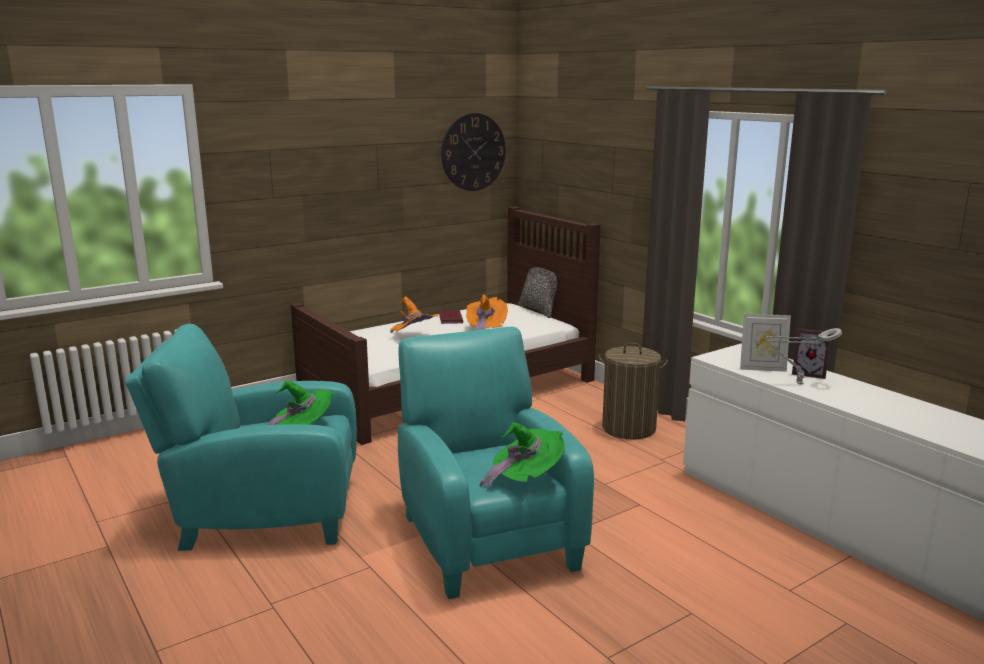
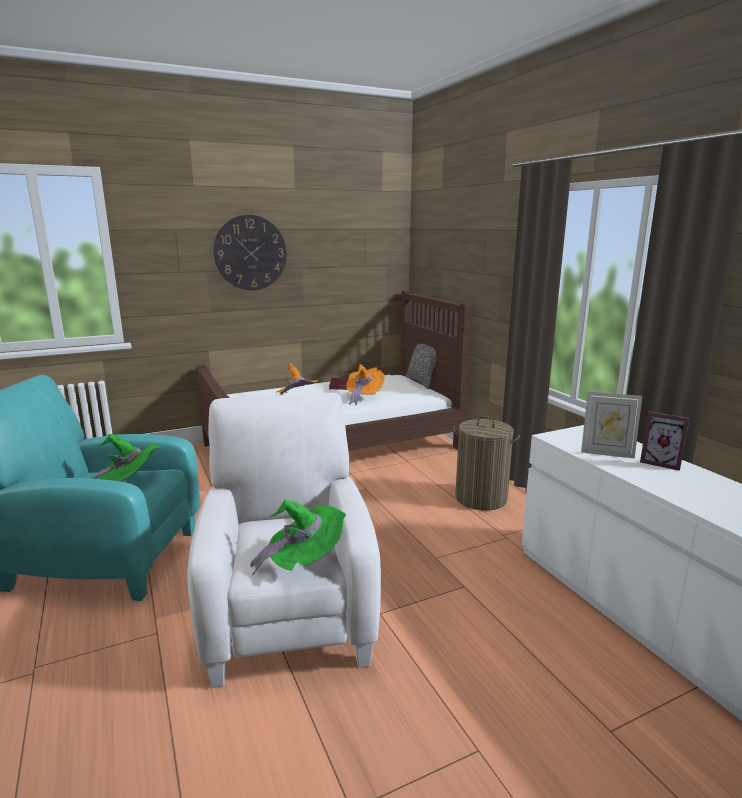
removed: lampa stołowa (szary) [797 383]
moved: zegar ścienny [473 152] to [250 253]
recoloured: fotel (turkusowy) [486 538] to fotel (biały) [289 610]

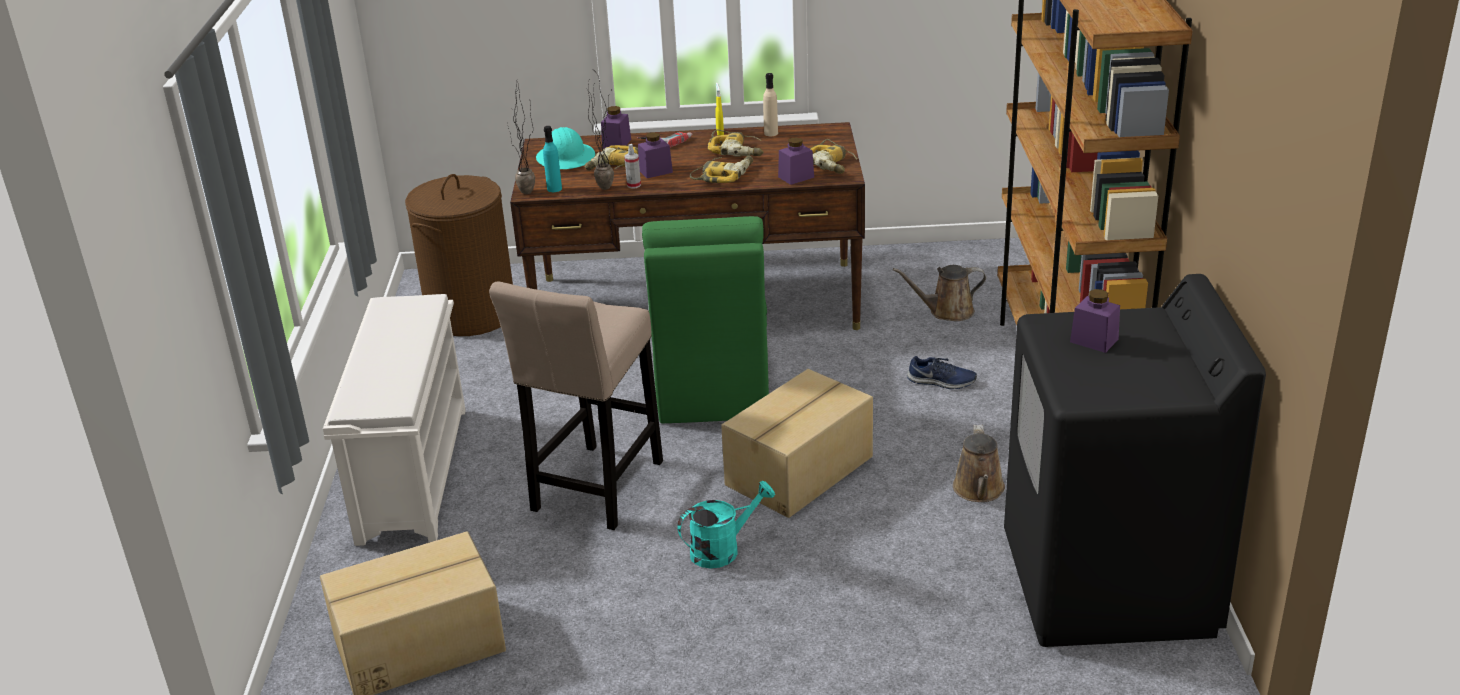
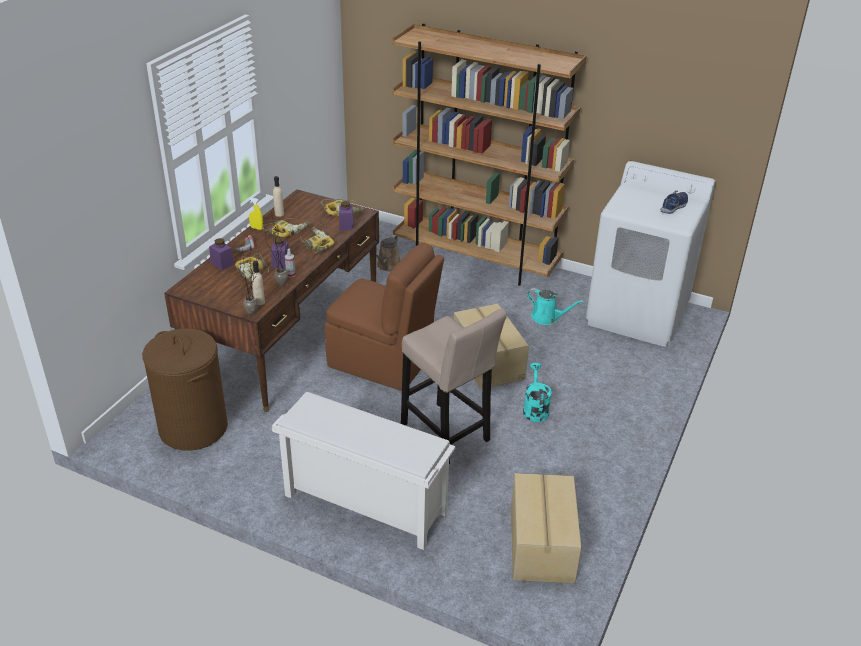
removed: kask (turkusowy) [566 158]; słoik (fioletowy) [1094 340]
moved: but (niebieski) [941 382] to [674 206]
recoloured: butelka (turkusowy) [554 189] to butelka (beżowy) [259 302]; krzesło (zielony) [711 387] to krzesło (brązowy) [383 362]; konewka (brązowy) [979 490] to konewka (turkusowy) [547 318]; pralka (czarny) [1109 585] to pralka (biały) [638 314]

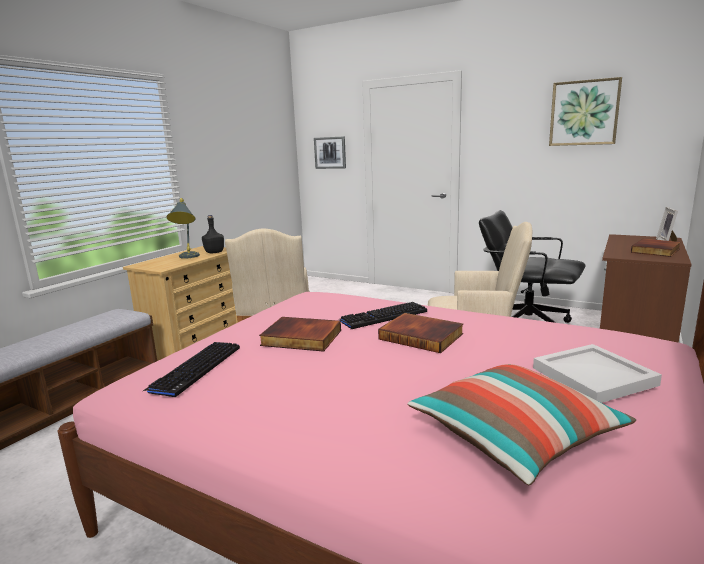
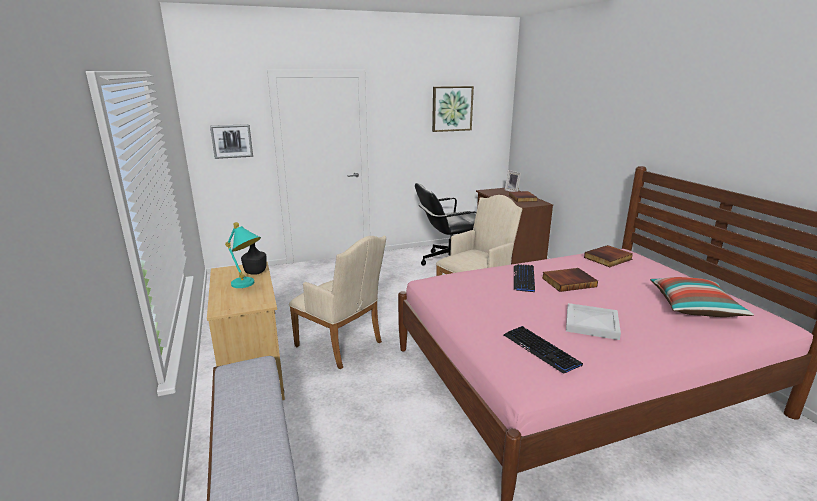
moved: książka [300 338] to [608 259]; taca (biały) [591 376] to [591 323]
recoloured: lampa stołowa (szary) [187 258] to lampa stołowa (turkusowy) [248 285]

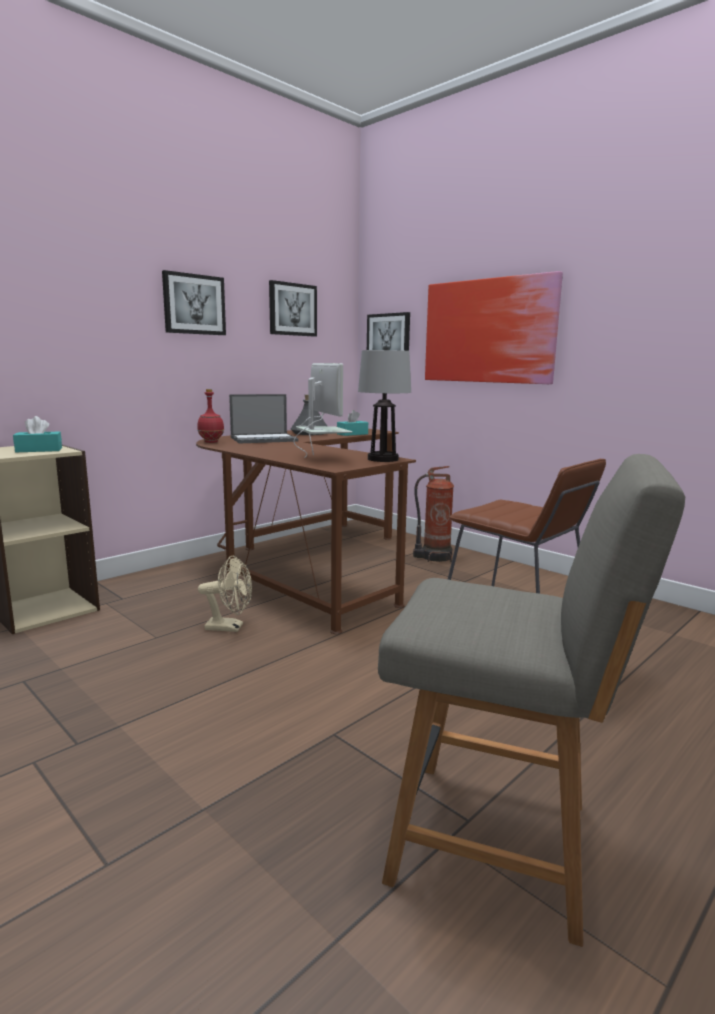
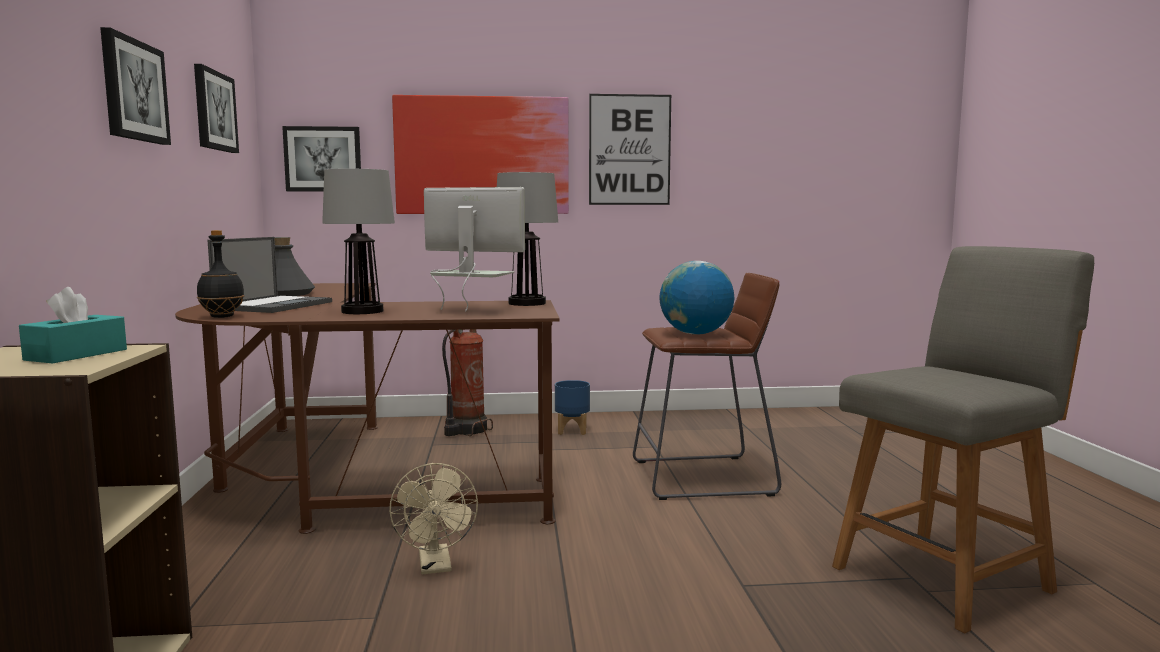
removed: pudełko chusteczek (turkusowy) [352 434]
added: lampa stołowa [363 311]; donica (niebieski) [571 431]; obraz [629 150]; globus [695 334]
recoloured: butelka (czerwony) [211 442] to butelka (czarny) [221 316]
turned: wentylator (beżowy) [230 627] = [436 566] 120 degrees clockwise

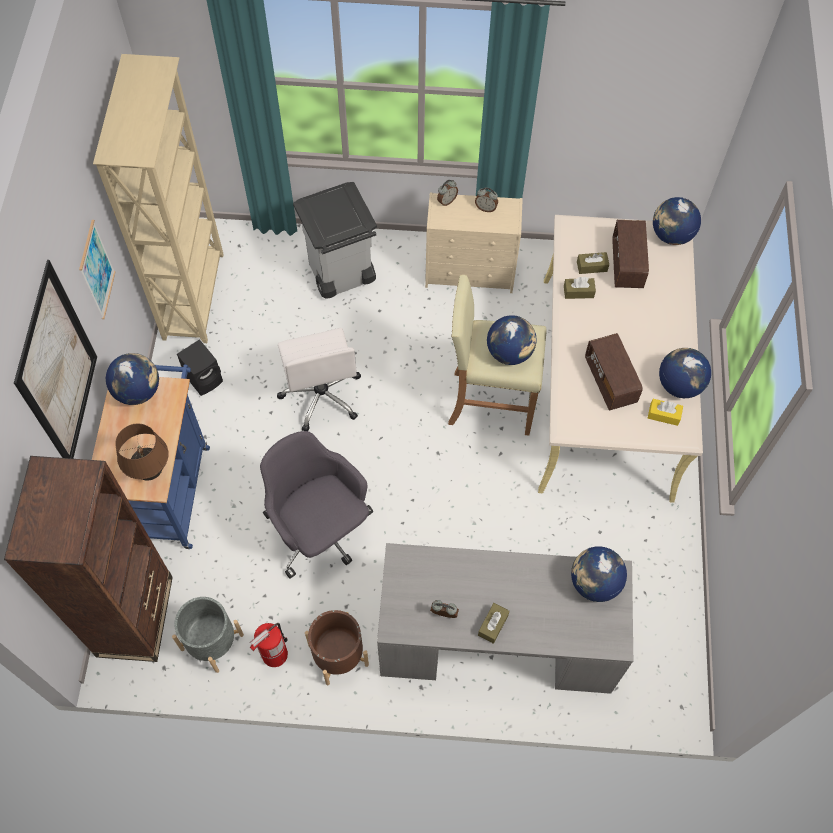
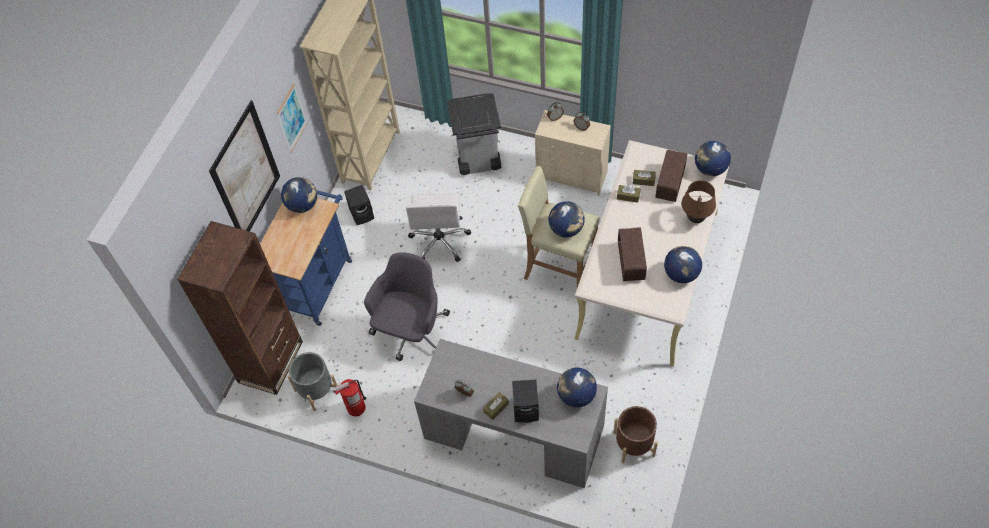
removed: pudełko chusteczek (żółty) [663 415]
added: głośnik (czarny) [527 409]
moved: lampa stołowa (brązowy) [150 472] to [695 219]; donica (brązowy) [338 655] to [634 444]
turned: krzesło biurowe (szary) [319 530] = [411 332] 45 degrees clockwise

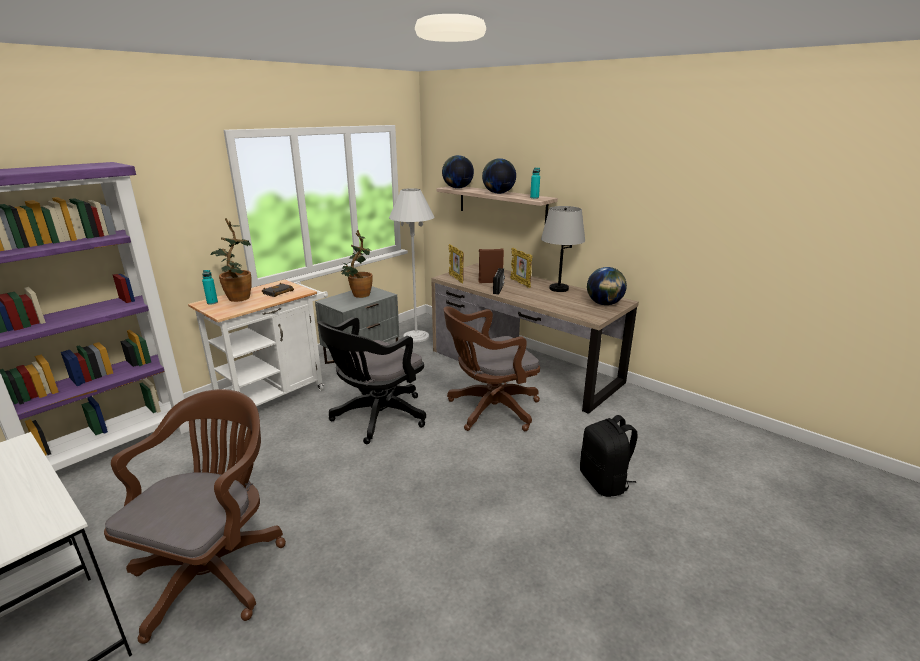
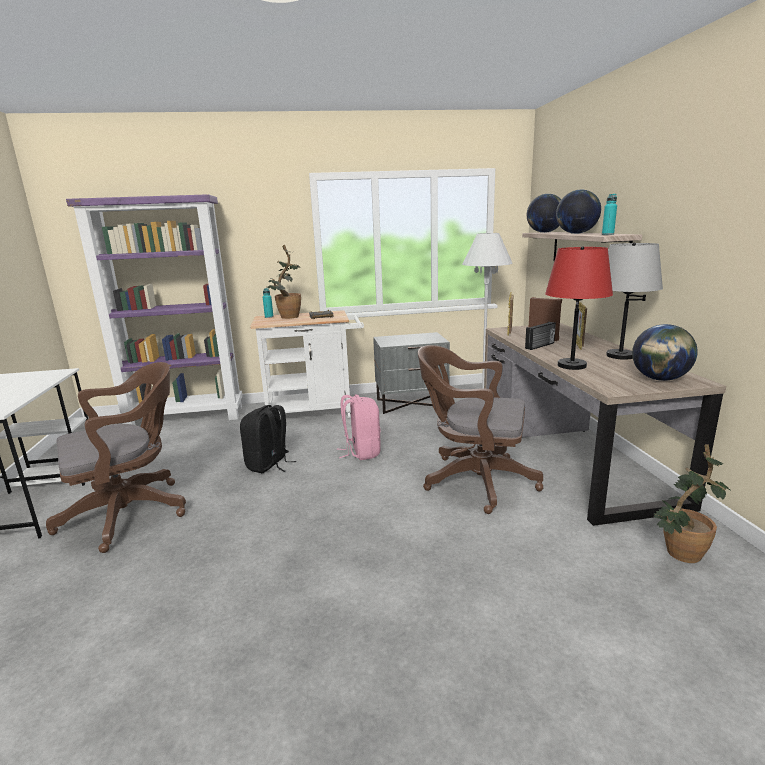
added: lampa stołowa (czerwony) [571 365]
moved: roślina doniczkowa [358 296] to [677 555]; plecak (czarny) [604 482] to [269 465]
replaced: krzesło biurowe (czarny) [376 418] to plecak (różowy) [361 452]

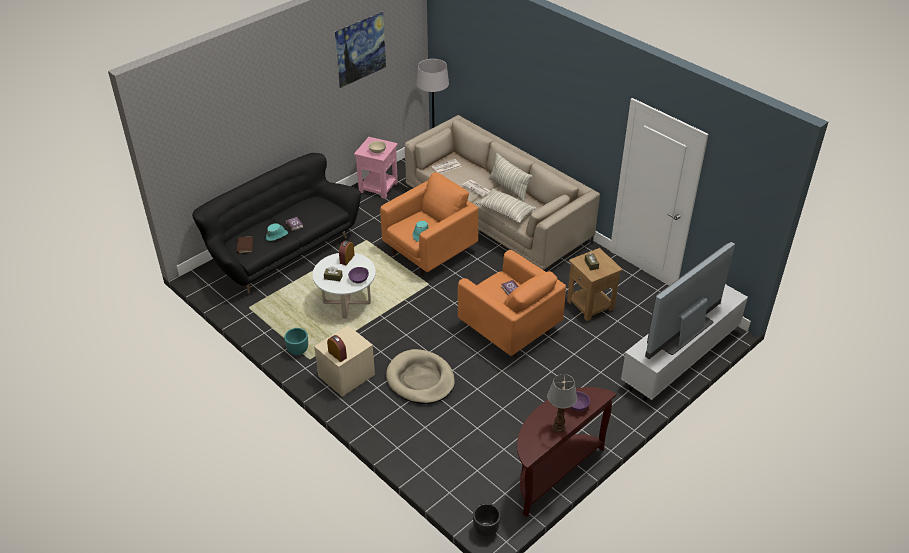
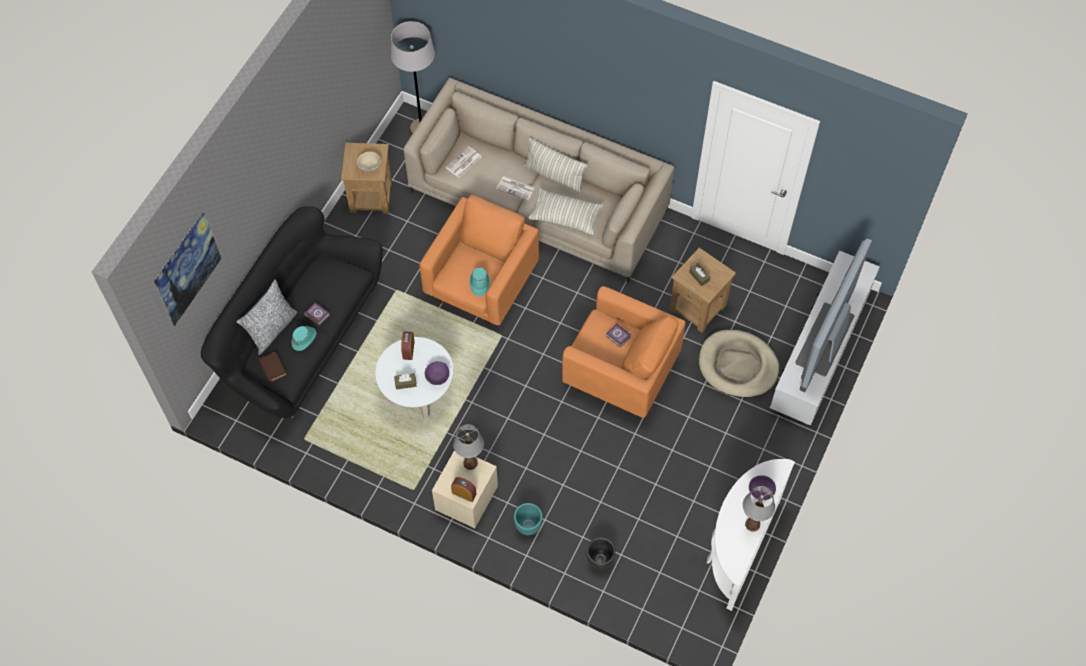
added: poduszka [272 329]; lampa stołowa [471 463]
moved: donica (turkusowy) [297 350] to [528 526]; obraz [362 64] to [193 281]; legowisko (beżowy) [420 379] to [738 366]; donica (czarny) [486 529] to [600 559]
recoloured: stolik (różowy) [378 187] to stolik (brązowy) [371 197]; stolik konsolowy (brązowy) [553 472] to stolik konsolowy (biały) [738 547]

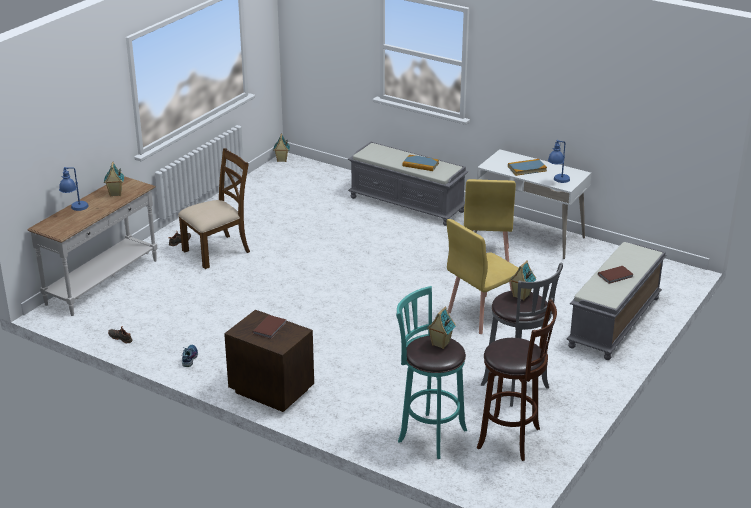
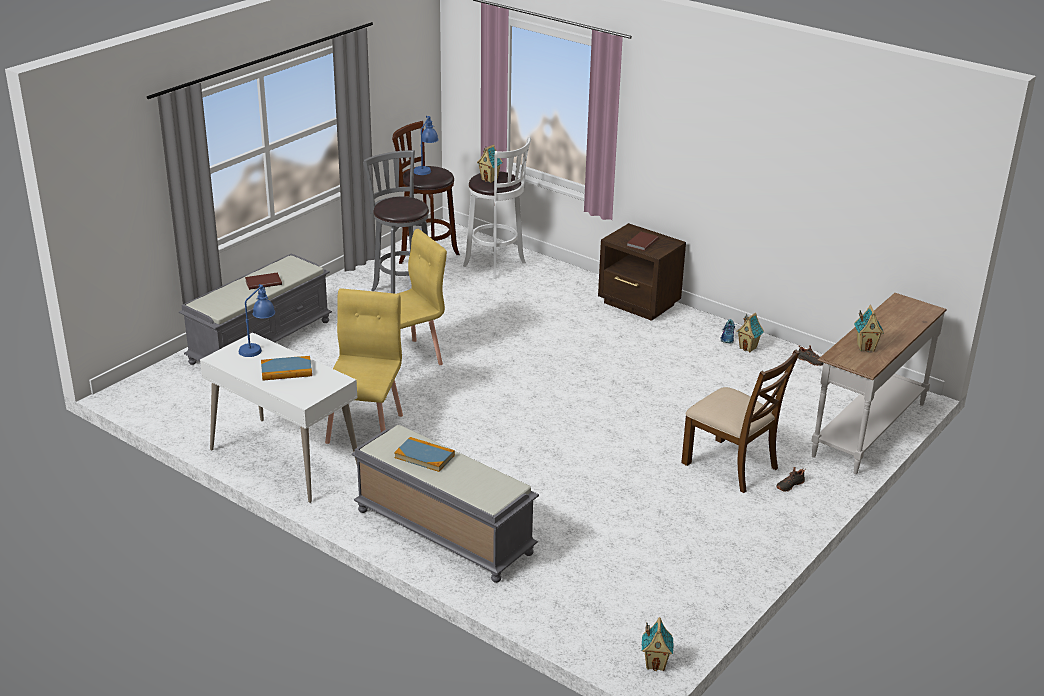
moved: lampa stołowa (niebieski) [75 210] to [425 168]; domek [520 296] to [748 348]
recoloured: stołek (turkusowy) [429 434] to stołek (biały) [497 265]
turned: krzesło (brązowy) [217 251] = [731 465] 105 degrees counterclockwise

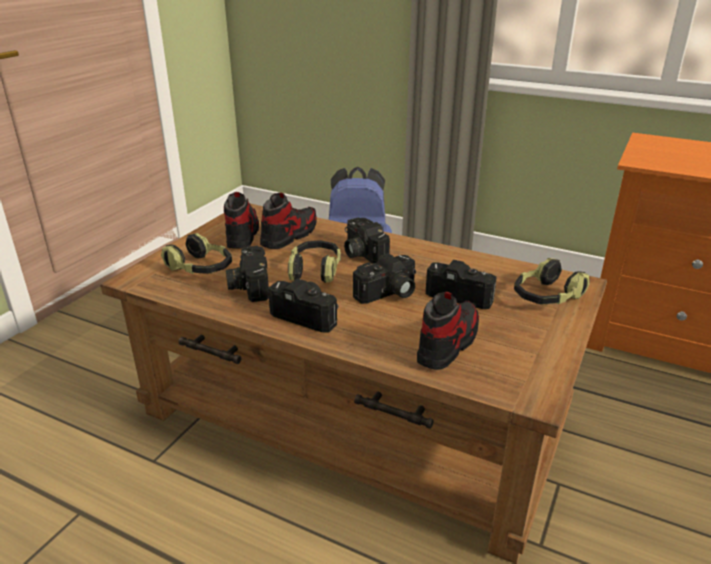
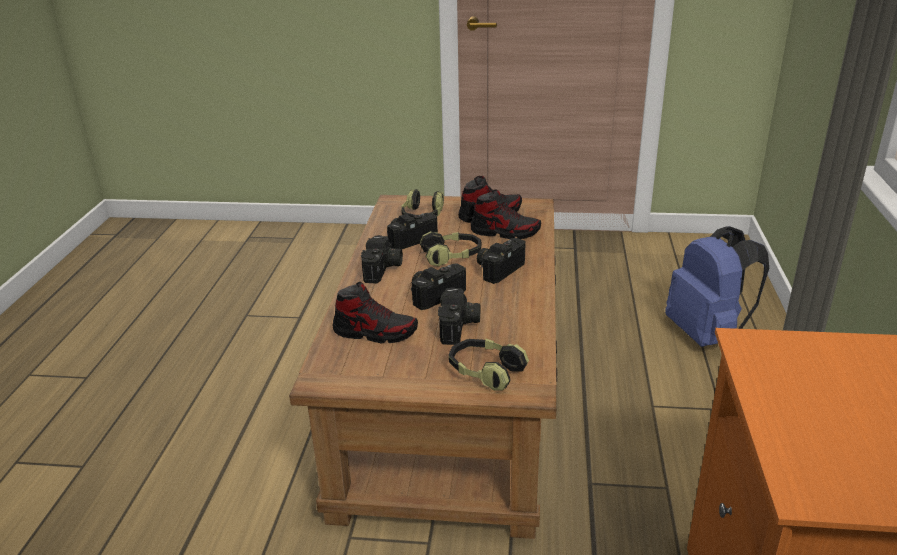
turned: aparat fotograficzny [388 294] = [435 294] 105 degrees clockwise

